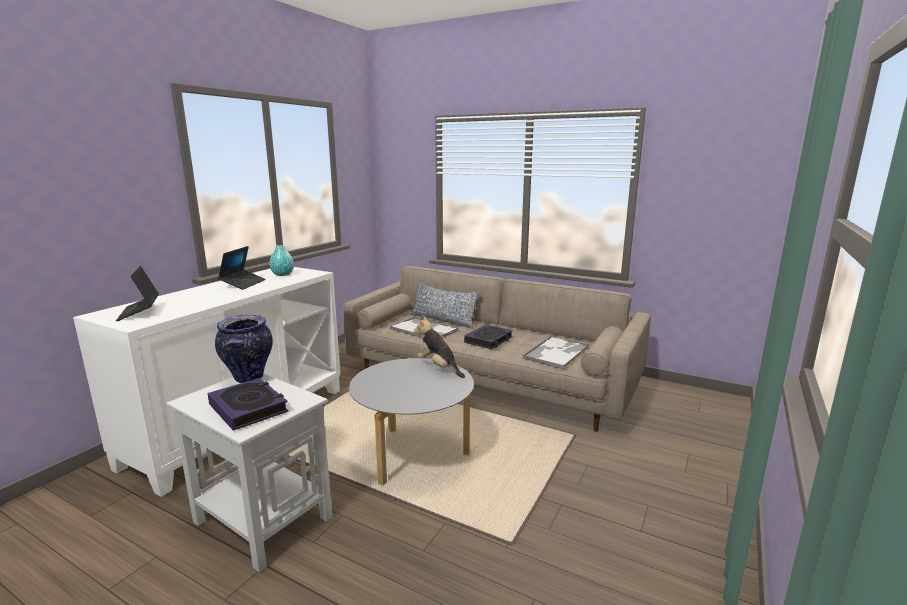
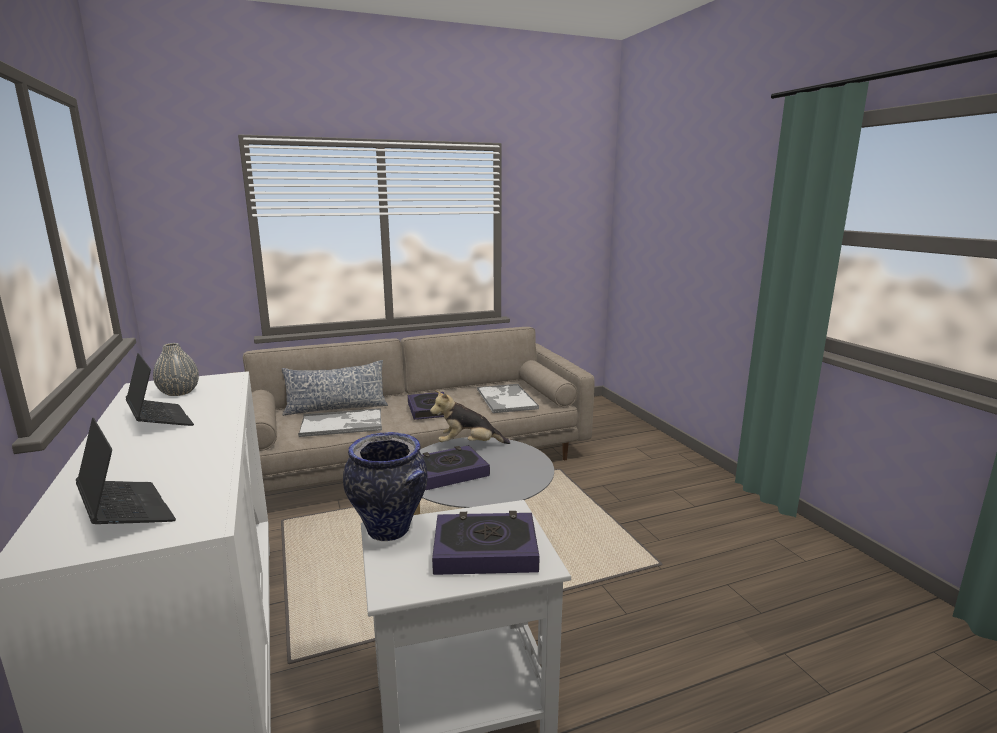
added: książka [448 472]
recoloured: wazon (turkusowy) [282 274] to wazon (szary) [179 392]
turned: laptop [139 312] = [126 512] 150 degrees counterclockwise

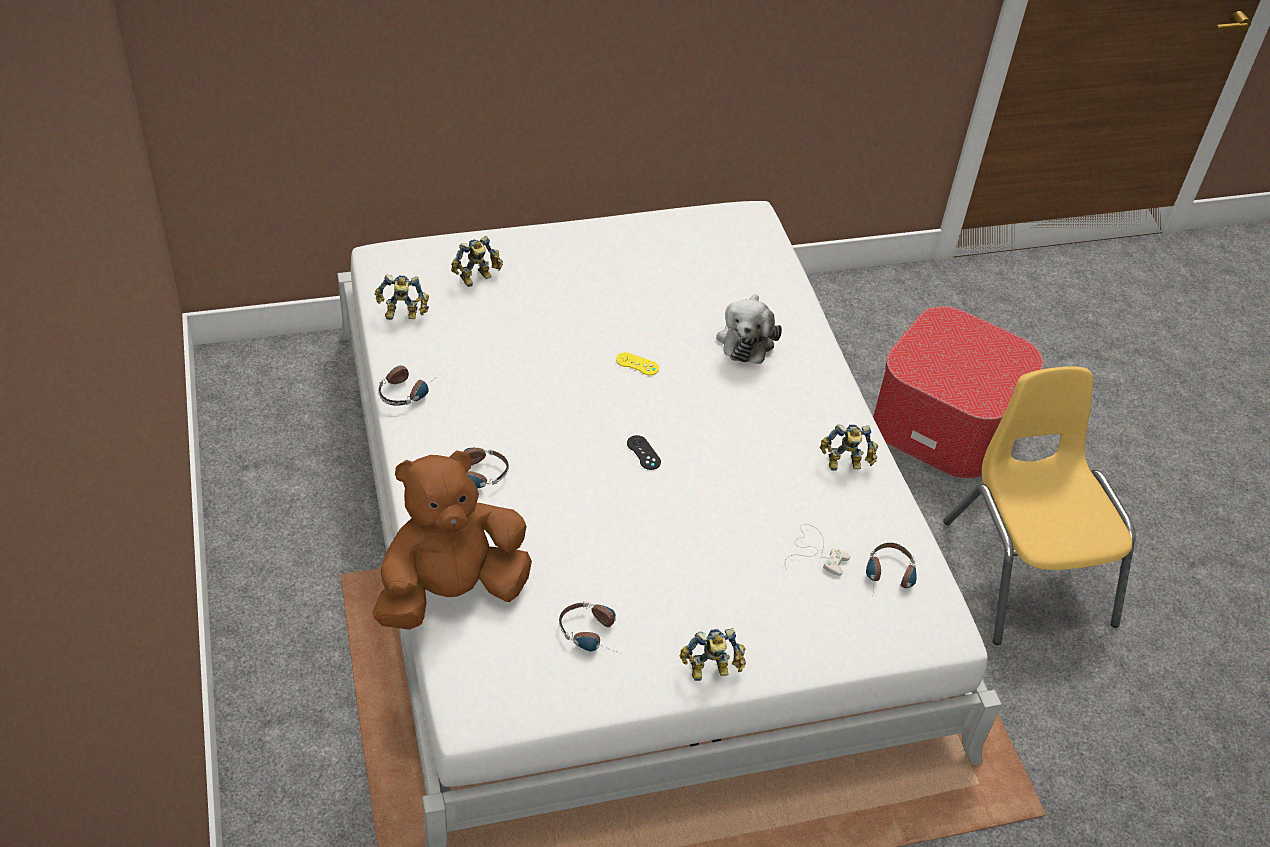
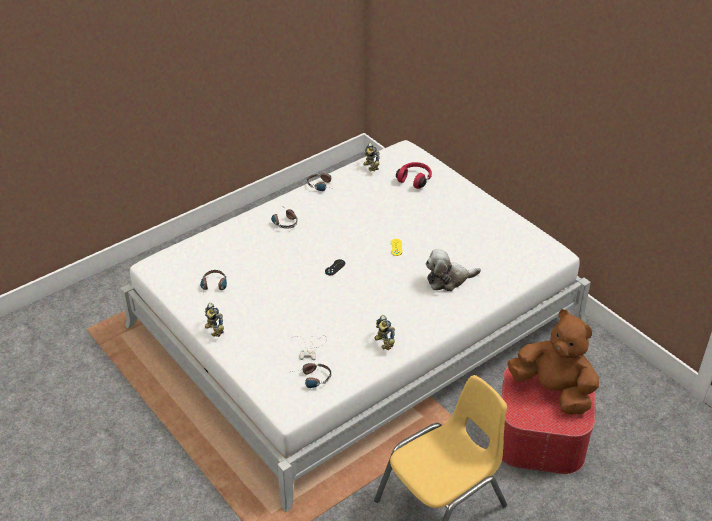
moved: pluszak (brązowy) [451 591] to [553 390]
replaced: robot zabawkowy [477 278] to słuchawki (czerwony) [415 179]

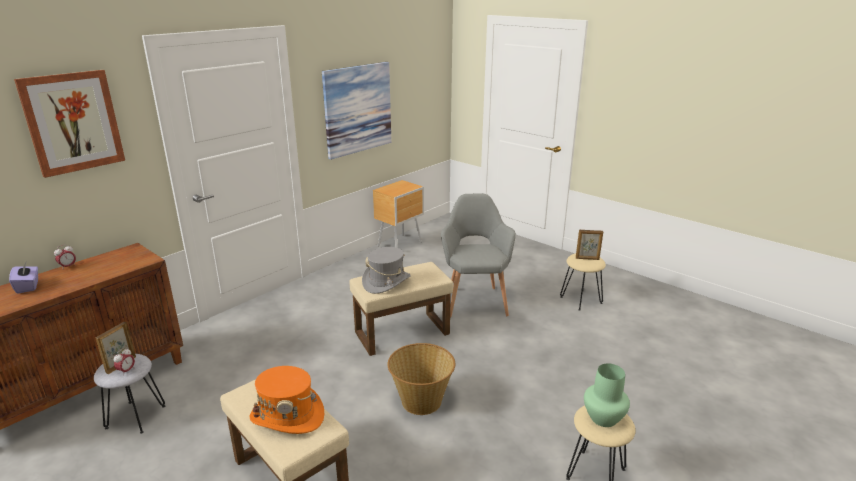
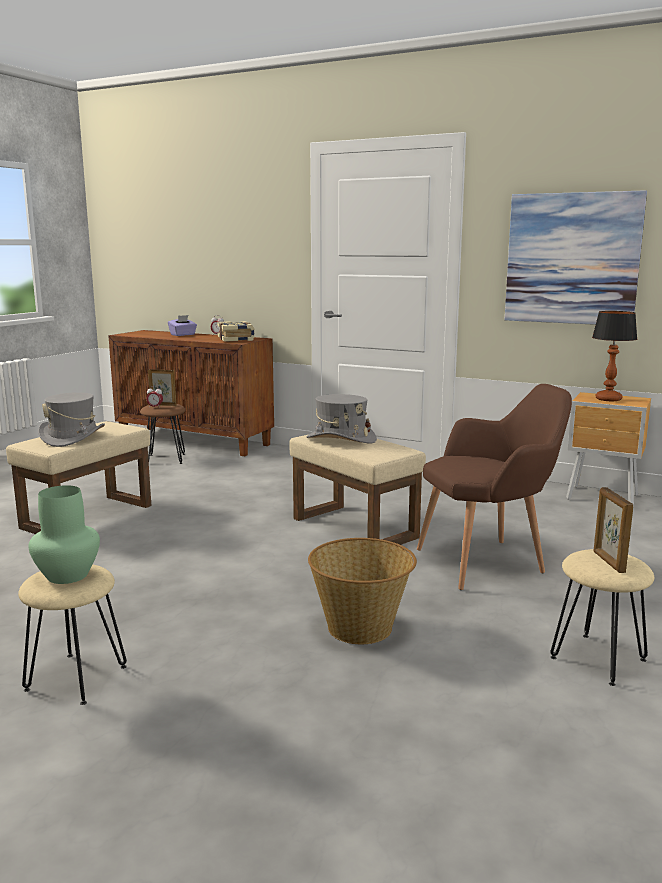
removed: obraz [73 122]
added: książka [236 339]; lampa stołowa [607 399]
moved: koszyk [421 400] to [361 627]
recoloured: stołek (szary) [136 416] to stołek (brązowy) [166 459]; kapelusz (pomarańczowy) [287 416] to kapelusz (szary) [73 437]; fotel (szary) [475 299] to fotel (brązowy) [489 562]

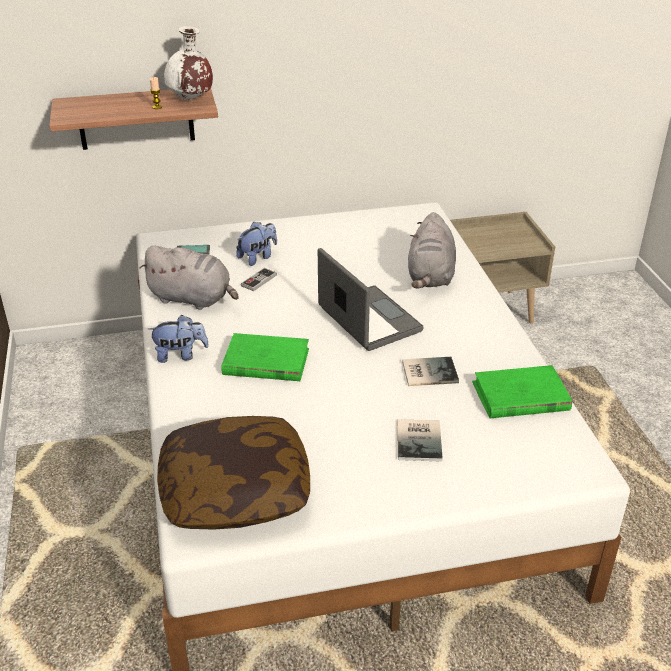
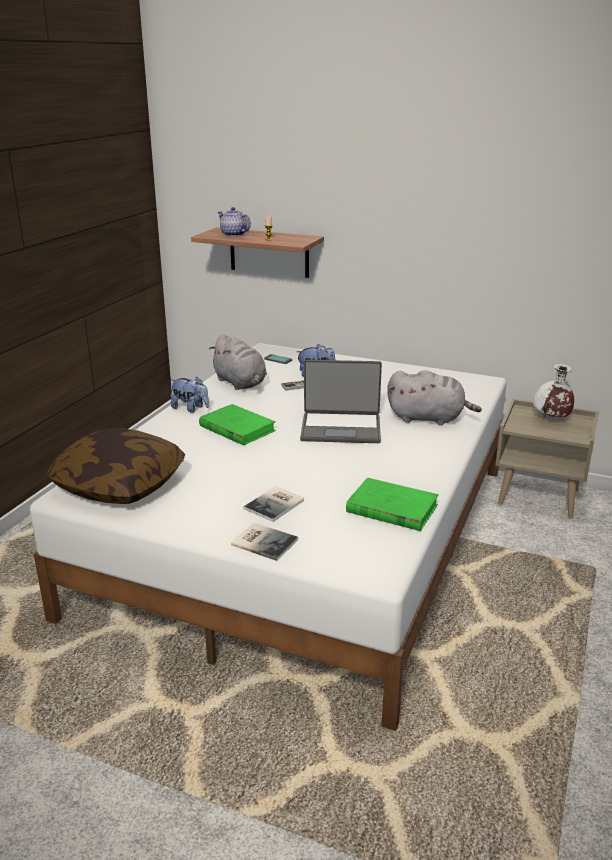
added: imbryk [233 234]
moved: wazon (biały) [190 99] to [550 419]; książka [428 371] to [264 541]
turned: laptop [367 320] = [341 428] 90 degrees clockwise; pluszak (szary) [430 276] = [428 418] 120 degrees counterclockwise

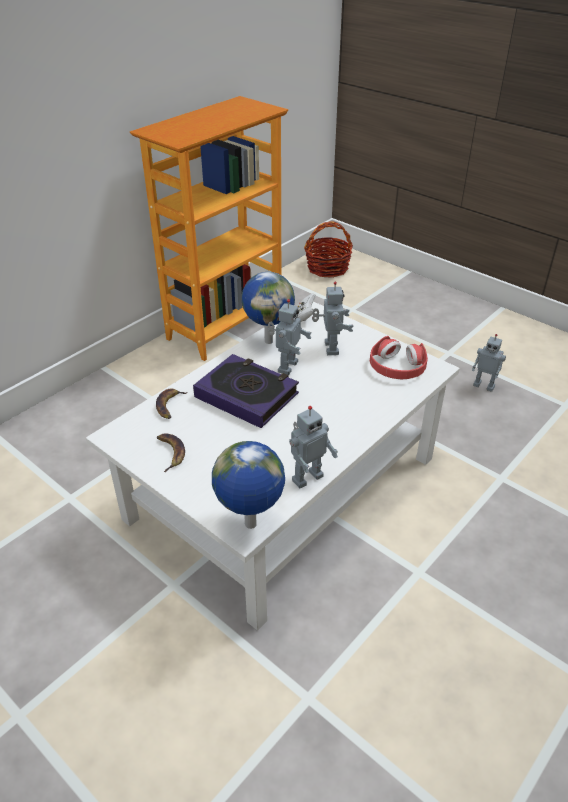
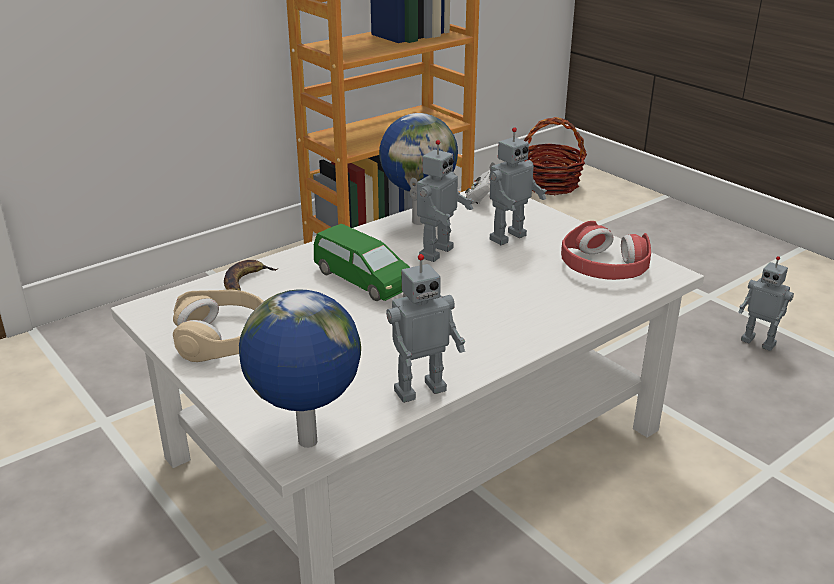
replaced: banan [170 452] to słuchawki (beżowy) [223 337]; książka [246 395] to samochodzik (zielony) [363 280]
turned: robot zabawkowy [330 348] = [506 237] 45 degrees clockwise

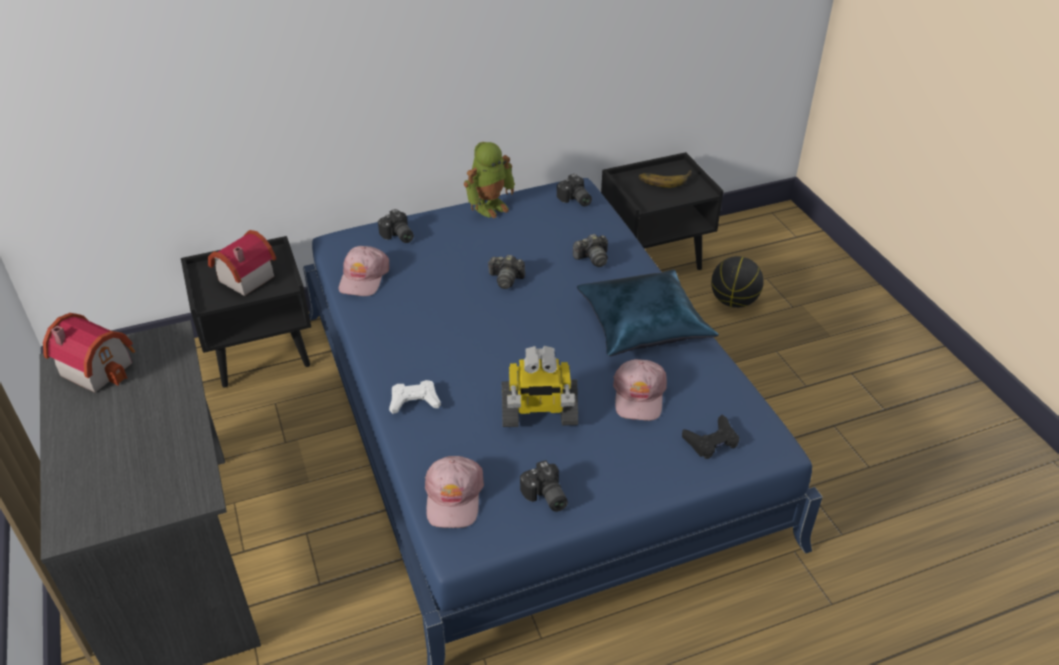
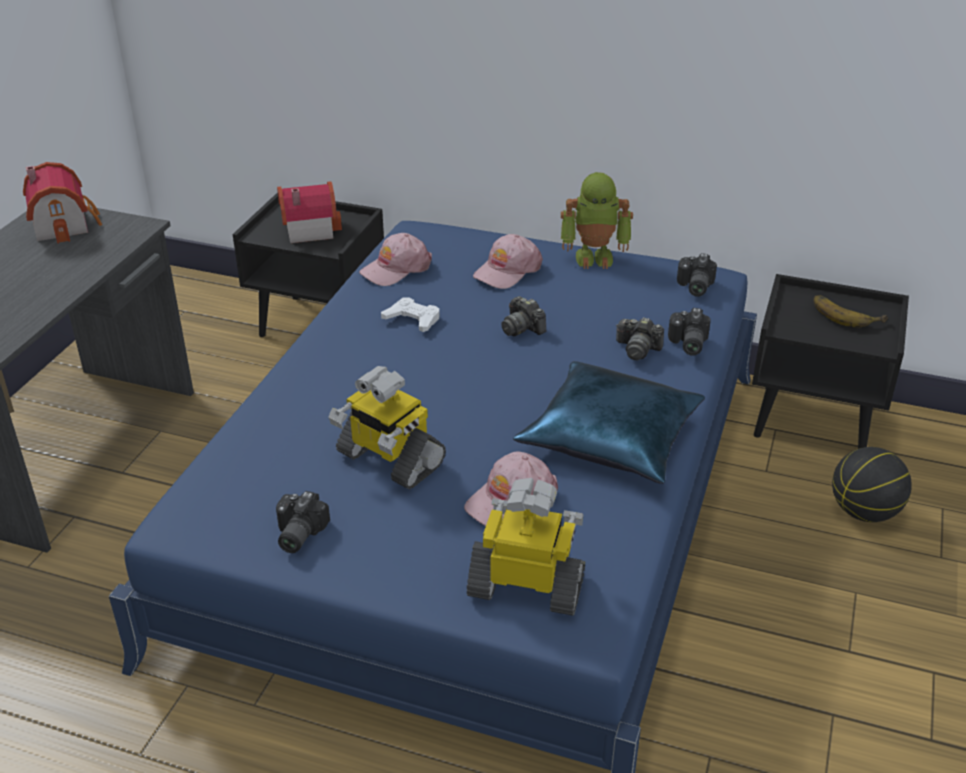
moved: aparat fotograficzny [397 236] to [687 344]; pad do gier (biały) [414 401] to [412 319]; czapka z daszkiem (różowy) [453 497] to [507 270]
replaced: pad do gier (czarny) [711 441] to robot zabawkowy [527 586]

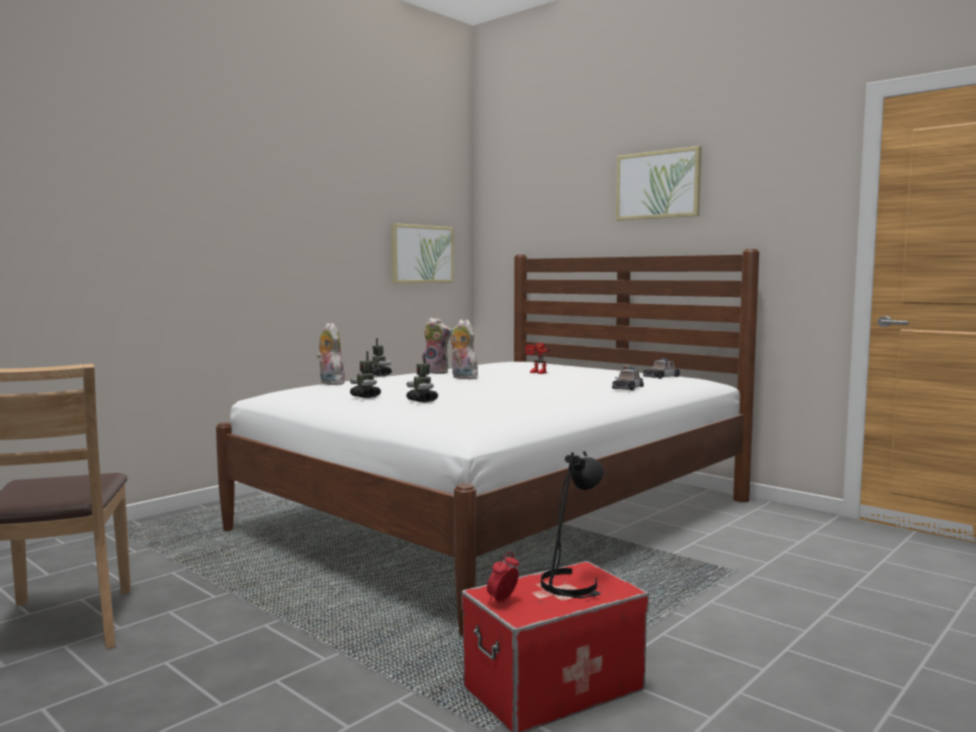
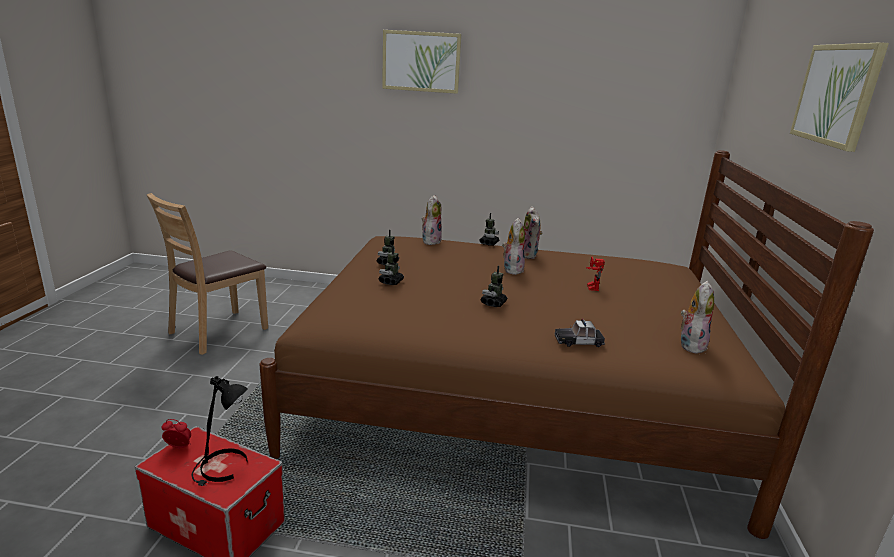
added: robot zabawkowy [493 303]
moved: obraz [422 254] to [421 61]
replaced: samochodzik [661 376] to pluszak [690 344]
recoloured: łóżko (biały) [501 515] to łóżko (brązowy) [512 396]

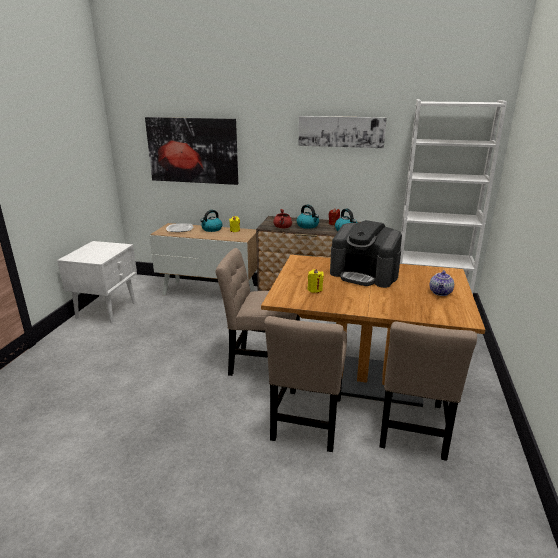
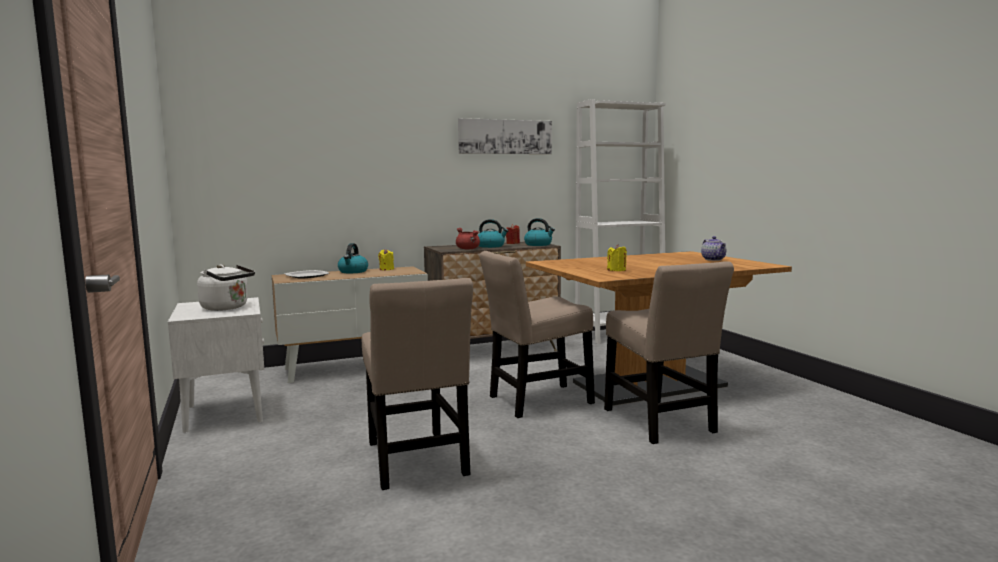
removed: obraz [192 150]; ekspres do kawy [364 274]
added: czajnik (biały) [227 308]
moved: krzesło (beżowy) [412 429] to [416 462]

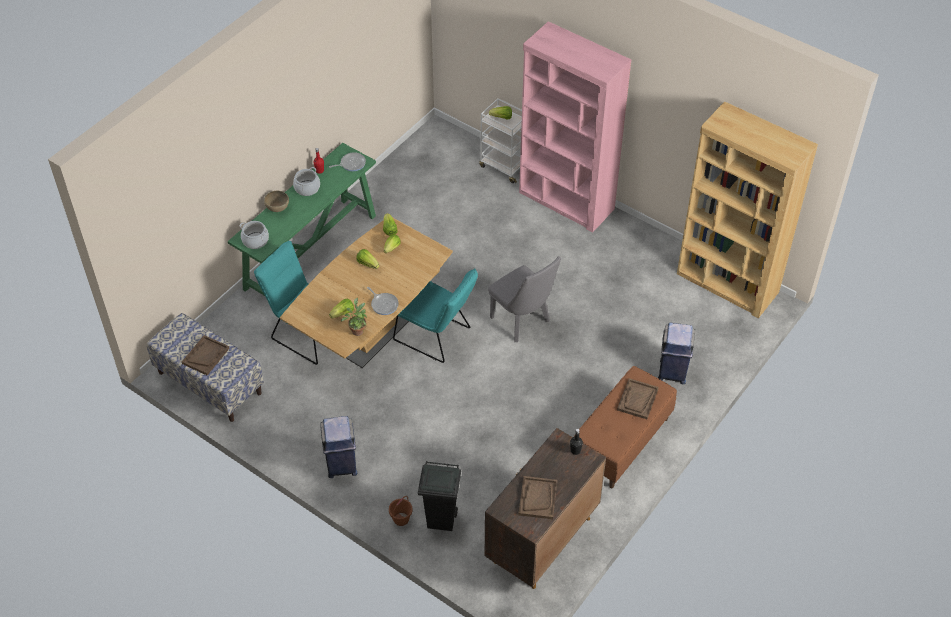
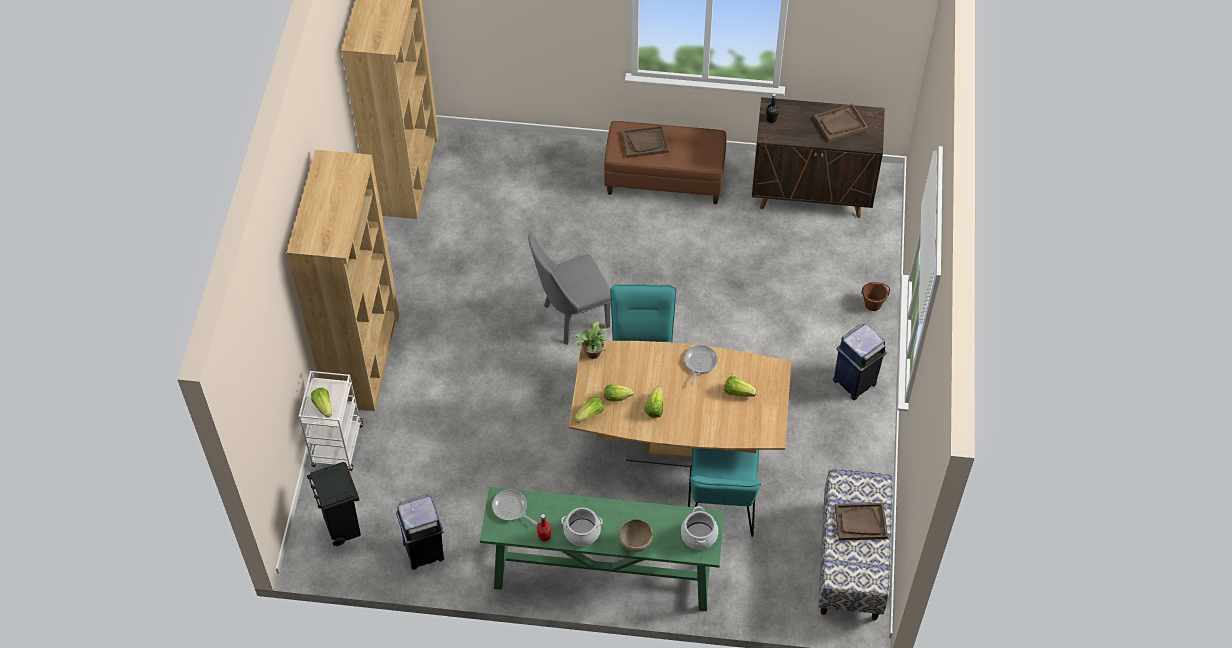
moved: roślina doniczkowa [357 330] to [592 354]; kosz na śmieci (czarny) [442 520] to [343 528]; kosz na śmieci (niebieski) [672 372] to [424 550]
recoloured: regał (różowy) [566 201] to regał (brązowy) [363 359]
turned: krzesło (szary) [523 322] = [571 318] 135 degrees counterclockwise

